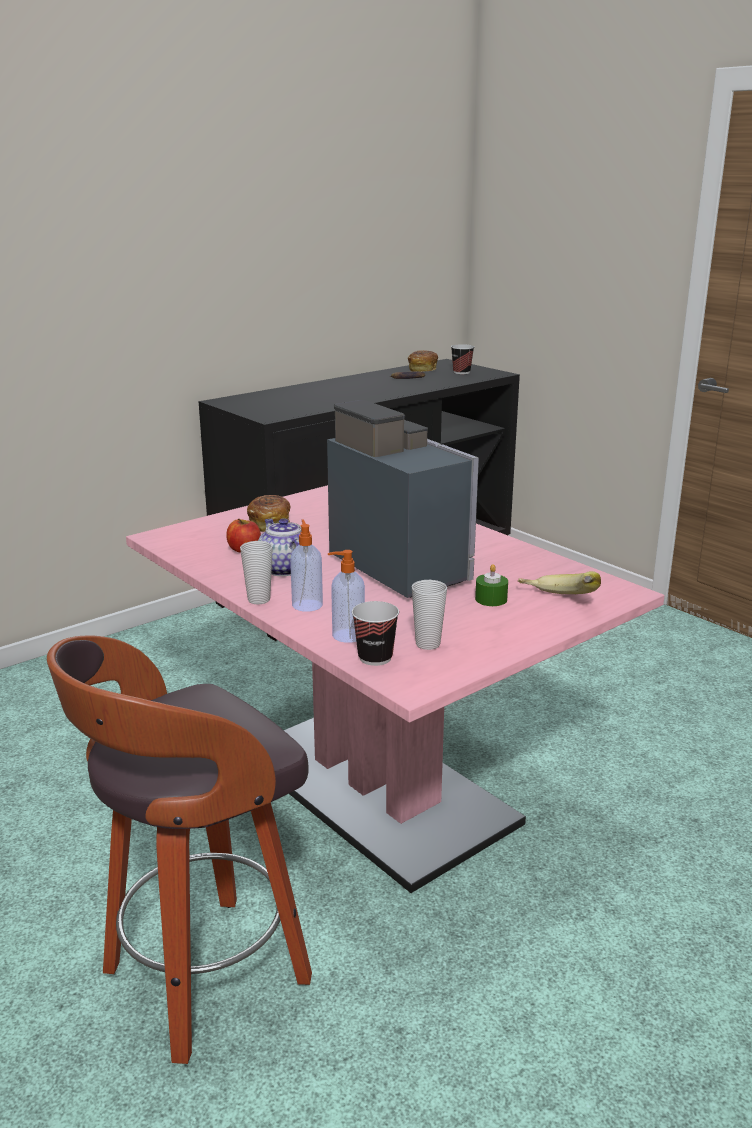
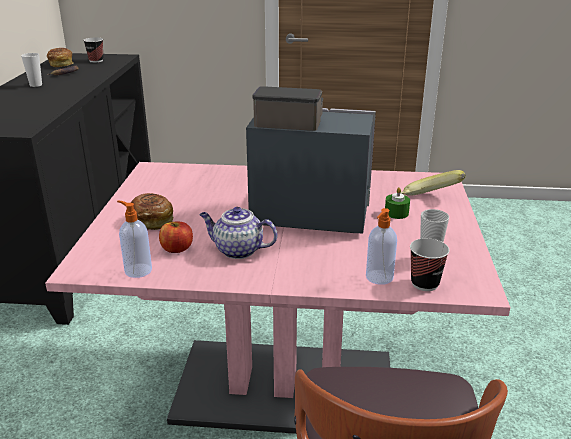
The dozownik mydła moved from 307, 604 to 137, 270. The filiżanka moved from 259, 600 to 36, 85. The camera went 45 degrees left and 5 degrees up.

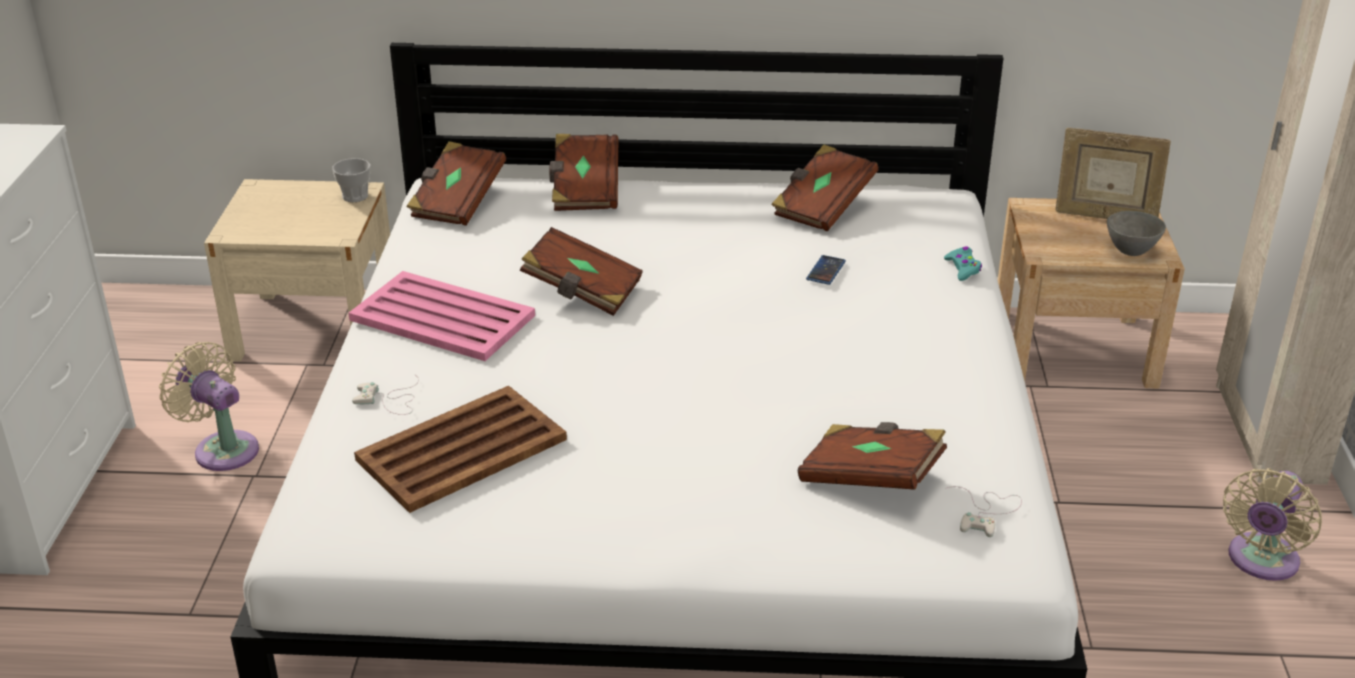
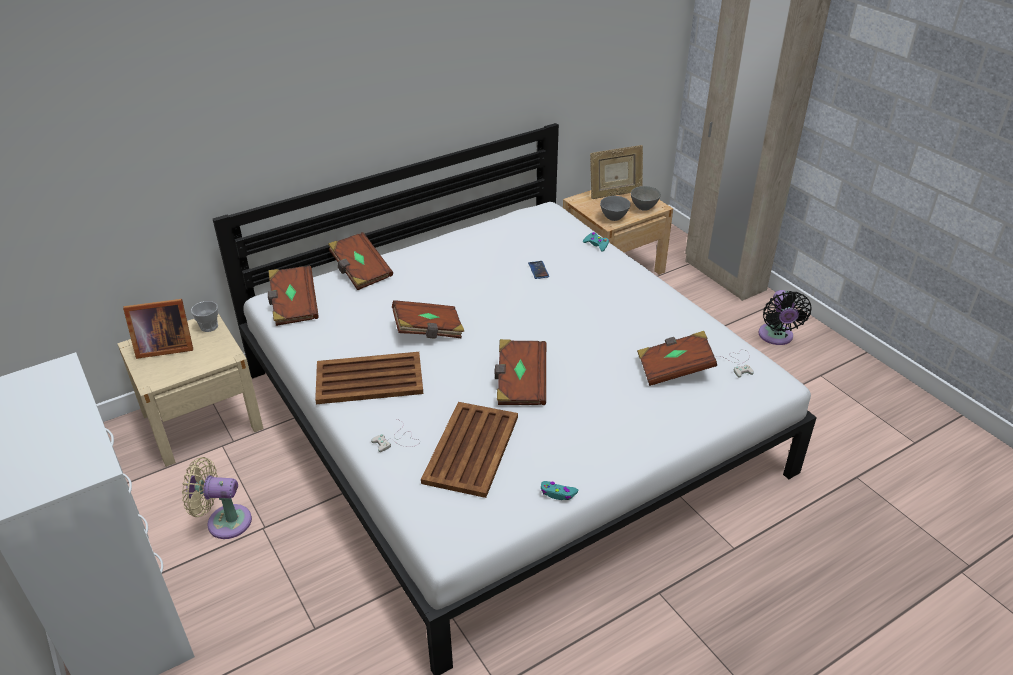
The książka [brązowy] moved from 822, 206 to 520, 384. The taca [różowy] at 441, 317 became the taca [brązowy] at 368, 379. The wentylator [beżowy] at 1260, 562 became the wentylator [czarny] at 776, 337. The miska [szary] at 614, 218 appeared. The ramka na zdjęcie at 163, 347 appeared. The pad do gier [turkusowy] at 558, 493 appeared. The camera went 35 degrees left and 5 degrees up.

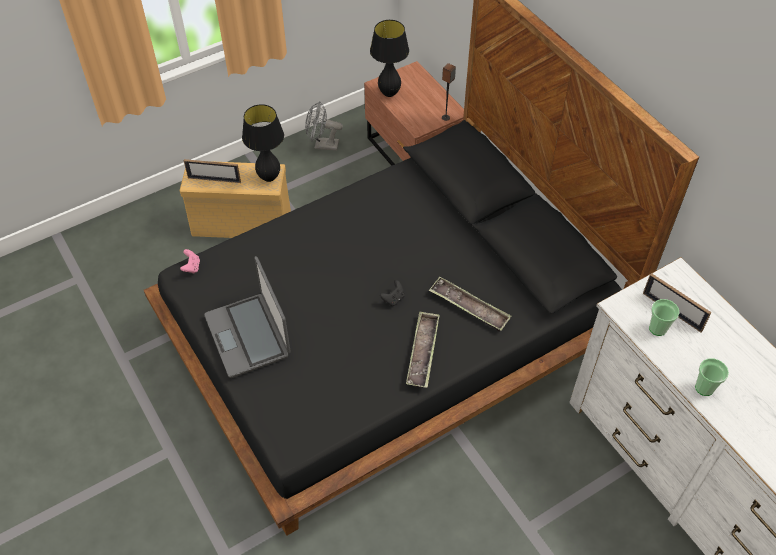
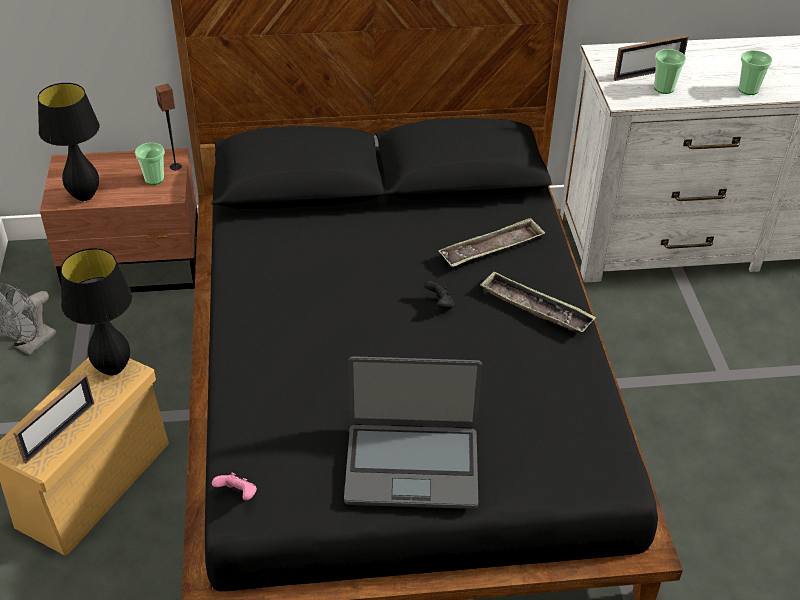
The filiżanka at 154, 179 appeared. The camera went 65 degrees left and 10 degrees down.

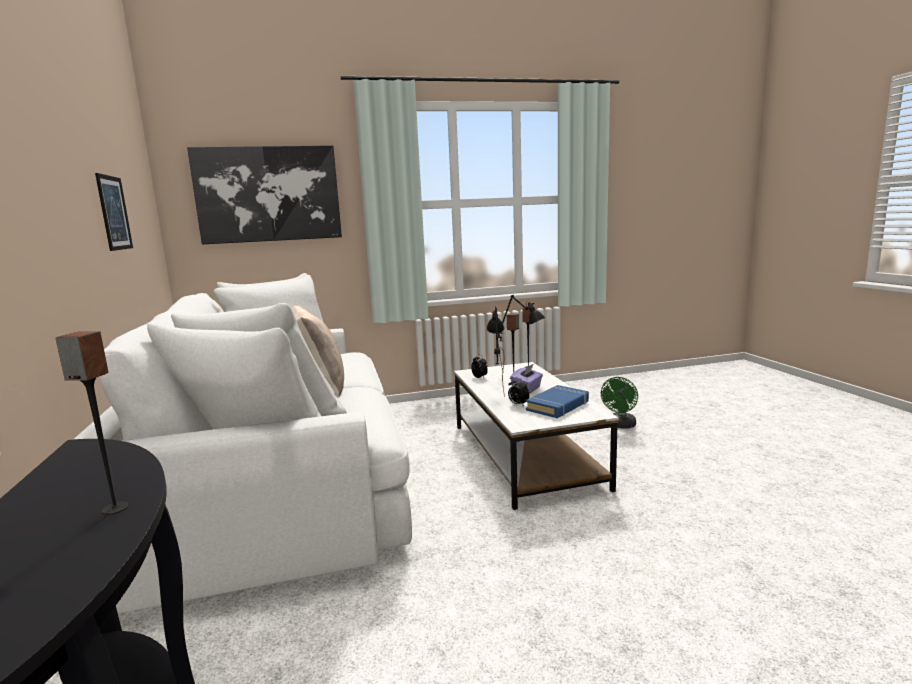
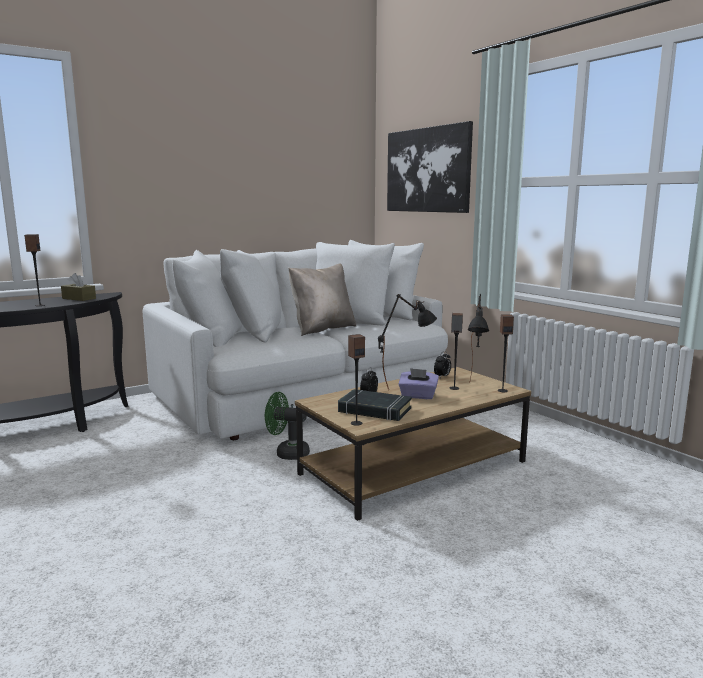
The obraz at 114, 213 disappeared. The ława [biały] at 524, 455 became the ława [brązowy] at 413, 467. The wentylator [zielony] moved from 620, 425 to 287, 453. The książka [niebieski] at 558, 406 became the książka [czarny] at 374, 410. The pudełko chusteczek [brązowy] at 79, 298 appeared. The głośnik at 356, 423 appeared. The camera went 70 degrees right and 0 degrees up.

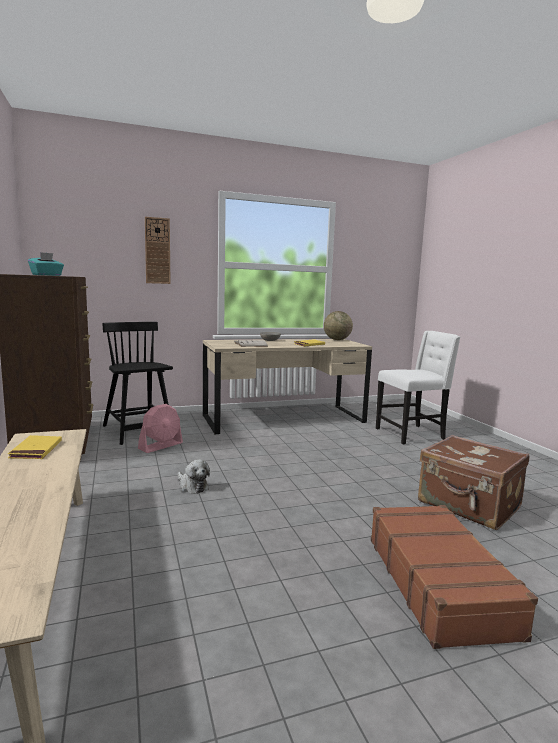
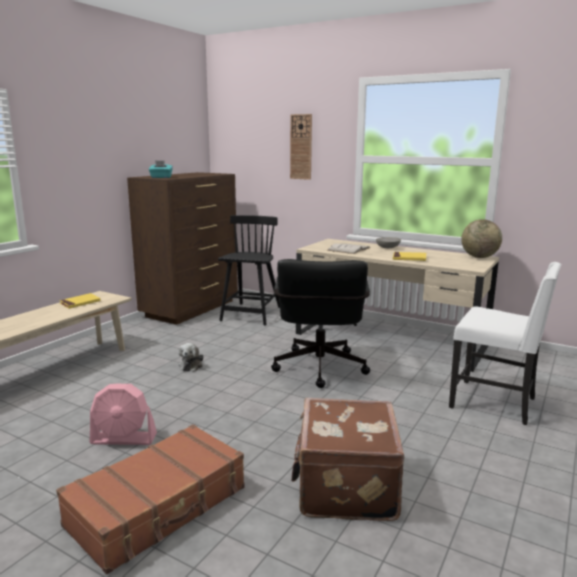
The wentylator [różowy] moved from 161, 446 to 124, 439. The krzesło biurowe [czarny] at 319, 371 appeared. The camera went 50 degrees right and 5 degrees up.

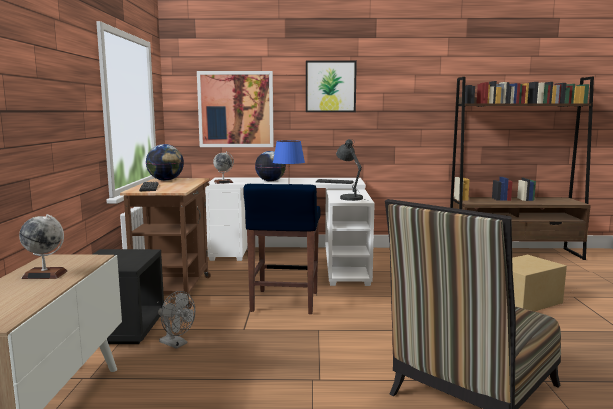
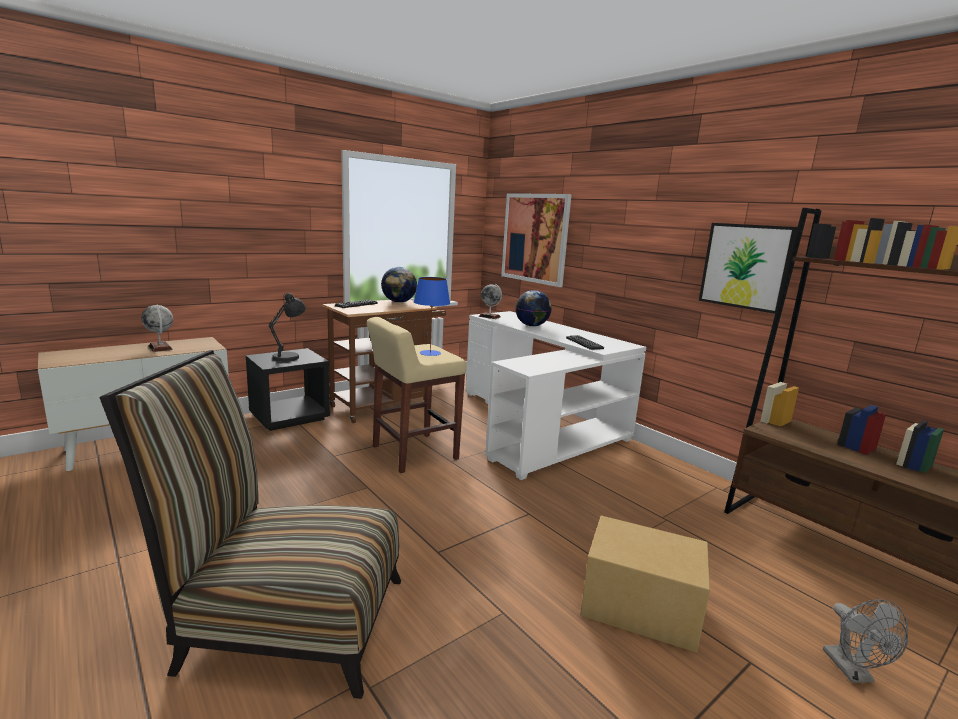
The obraz moved from 330, 86 to 746, 266. The lampa stołowa [szary] moved from 350, 198 to 288, 357. The stołek [niebieski] at 284, 302 became the stołek [beżowy] at 413, 453. The wentylator [szary] moved from 176, 344 to 853, 672. The camera went 50 degrees right and 5 degrees up.

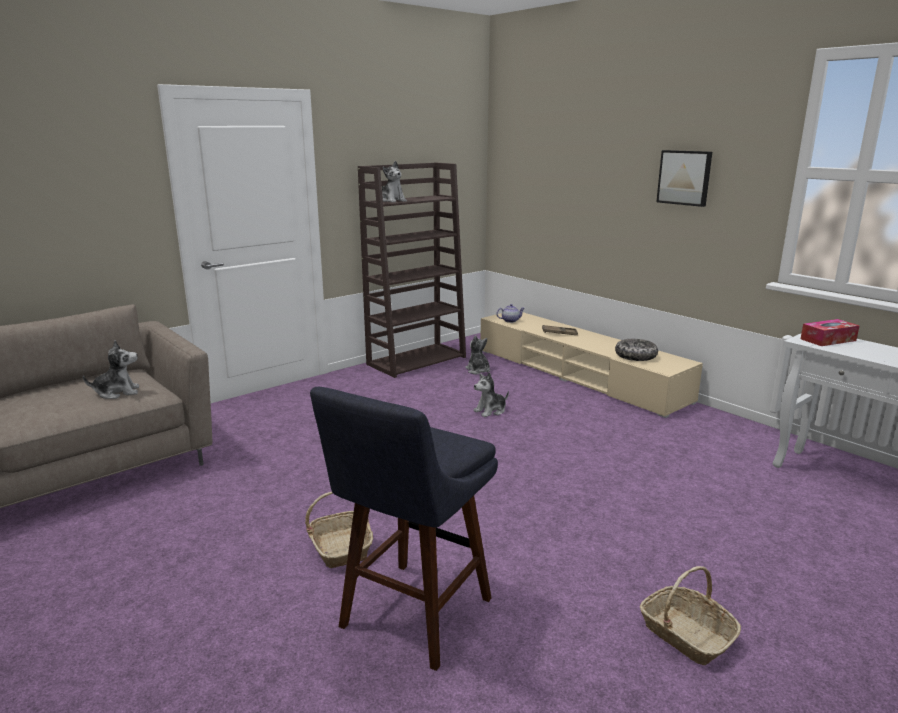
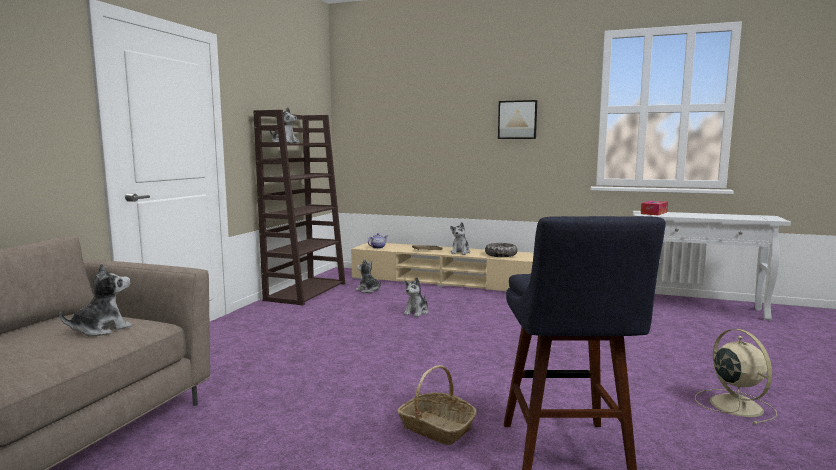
The koszyk at 685, 635 was replaced by the wentylator [beżowy] at 734, 404. The pluszak at 460, 252 appeared. The camera went 30 degrees left and 10 degrees down.

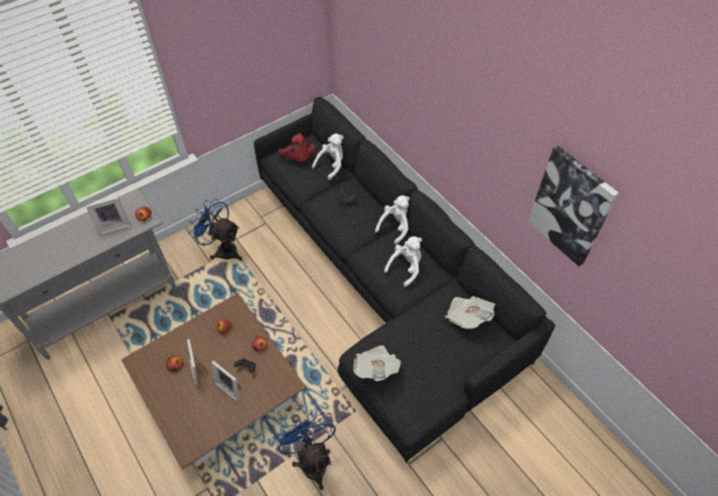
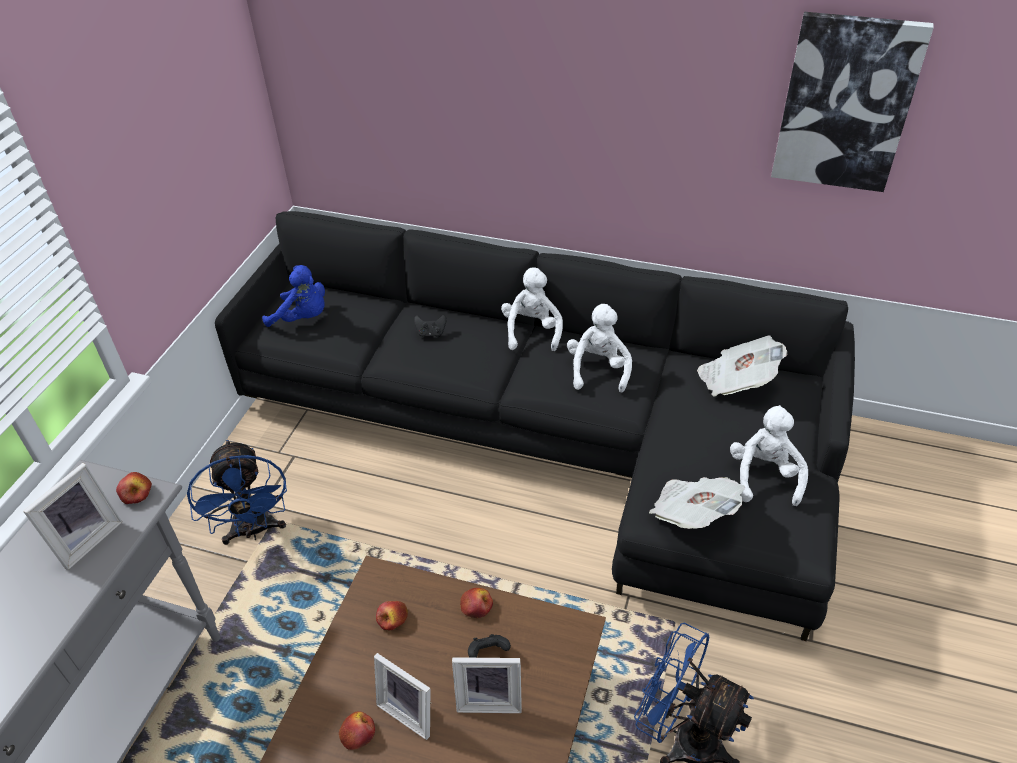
The pluszak [czerwony] at 298, 158 became the pluszak [niebieski] at 303, 318. The pluszak [biały] moved from 332, 165 to 764, 476. The wentylator [niebieski] at 223, 249 turned 105 degrees counterclockwise. The camera went 35 degrees left and 10 degrees down.

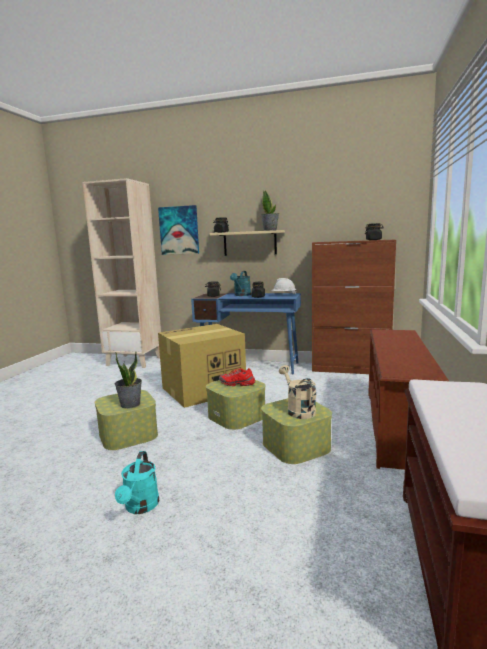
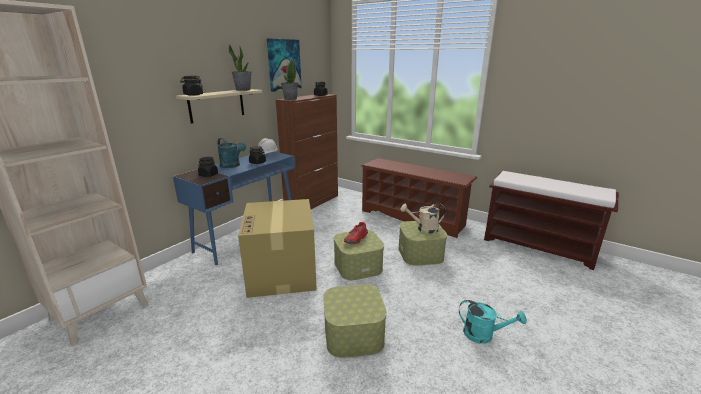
The obraz moved from 179, 230 to 284, 65. The roślina doniczkowa moved from 130, 404 to 290, 99. The camera went 70 degrees left and 10 degrees up.

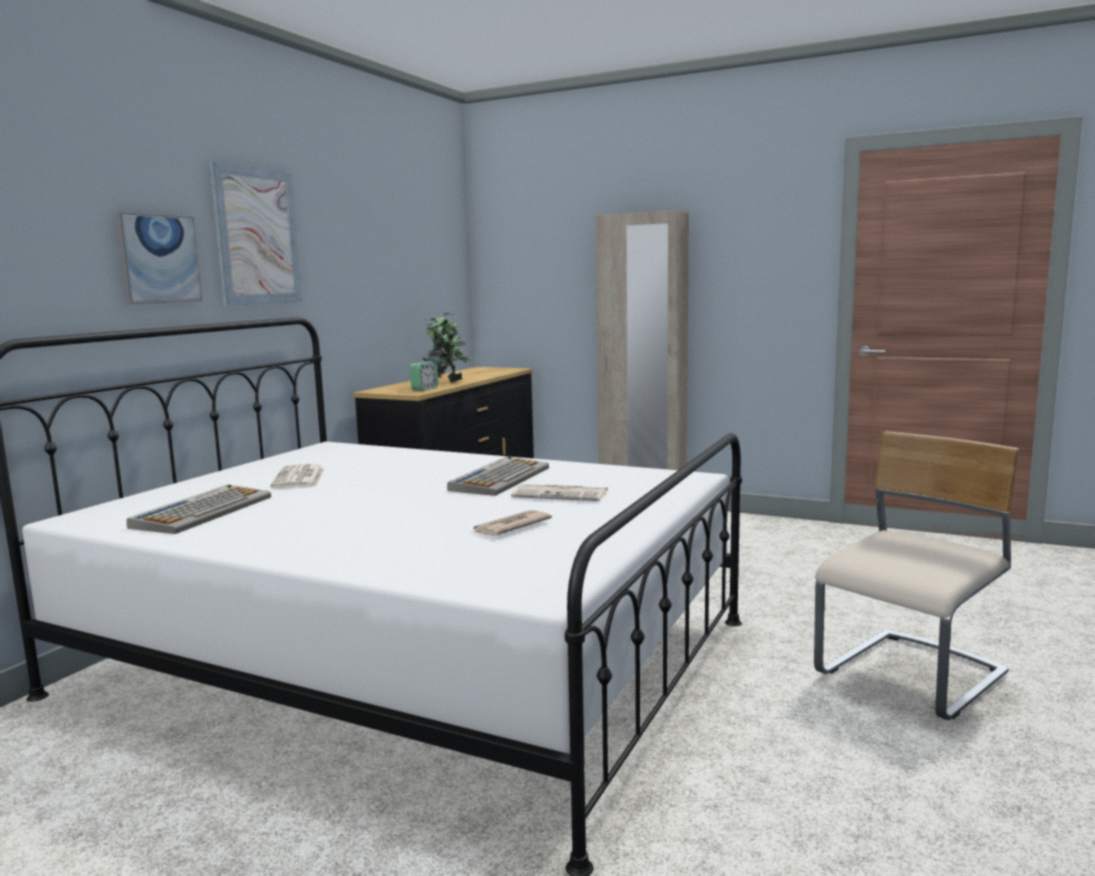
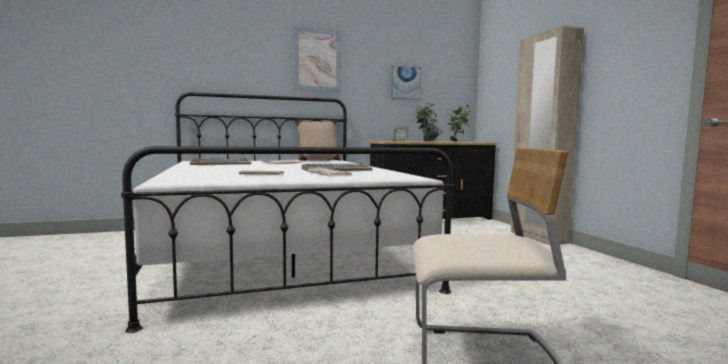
The obraz moved from 158, 259 to 405, 83. The roślina doniczkowa at 458, 141 appeared. The poduszka [beżowy] at 317, 160 appeared. The camera went 45 degrees right and 5 degrees down.

